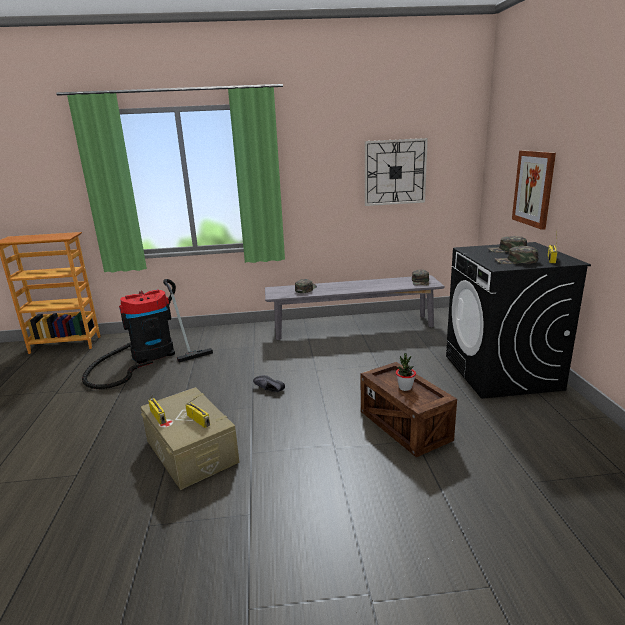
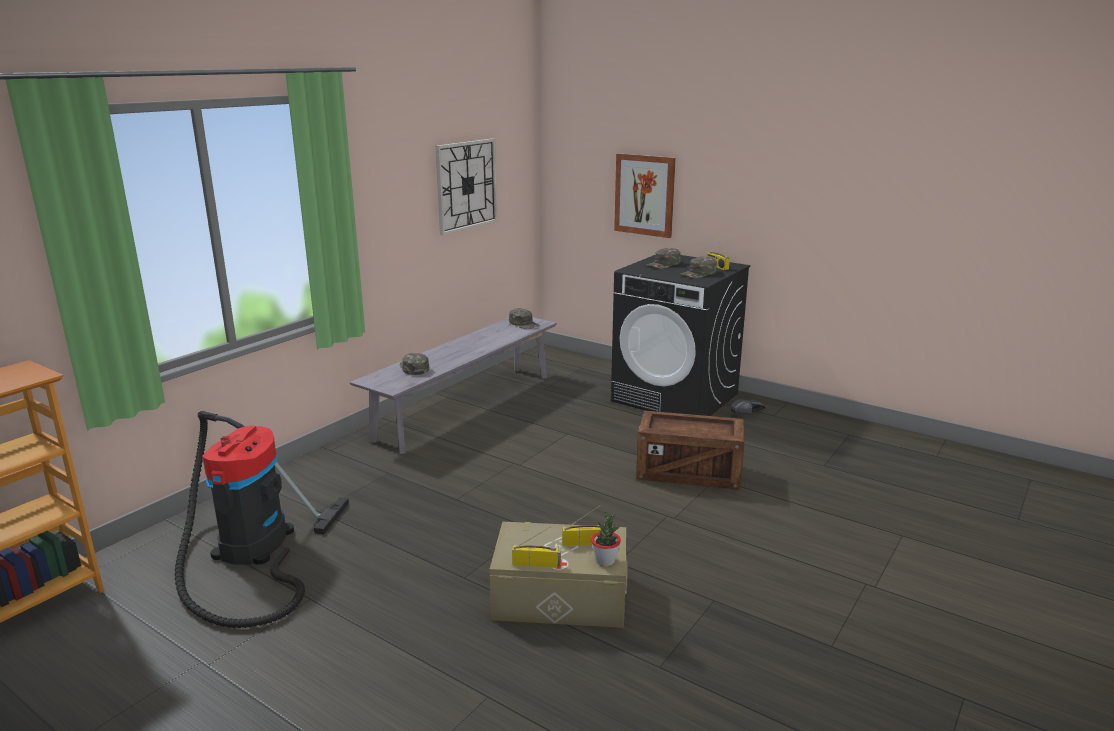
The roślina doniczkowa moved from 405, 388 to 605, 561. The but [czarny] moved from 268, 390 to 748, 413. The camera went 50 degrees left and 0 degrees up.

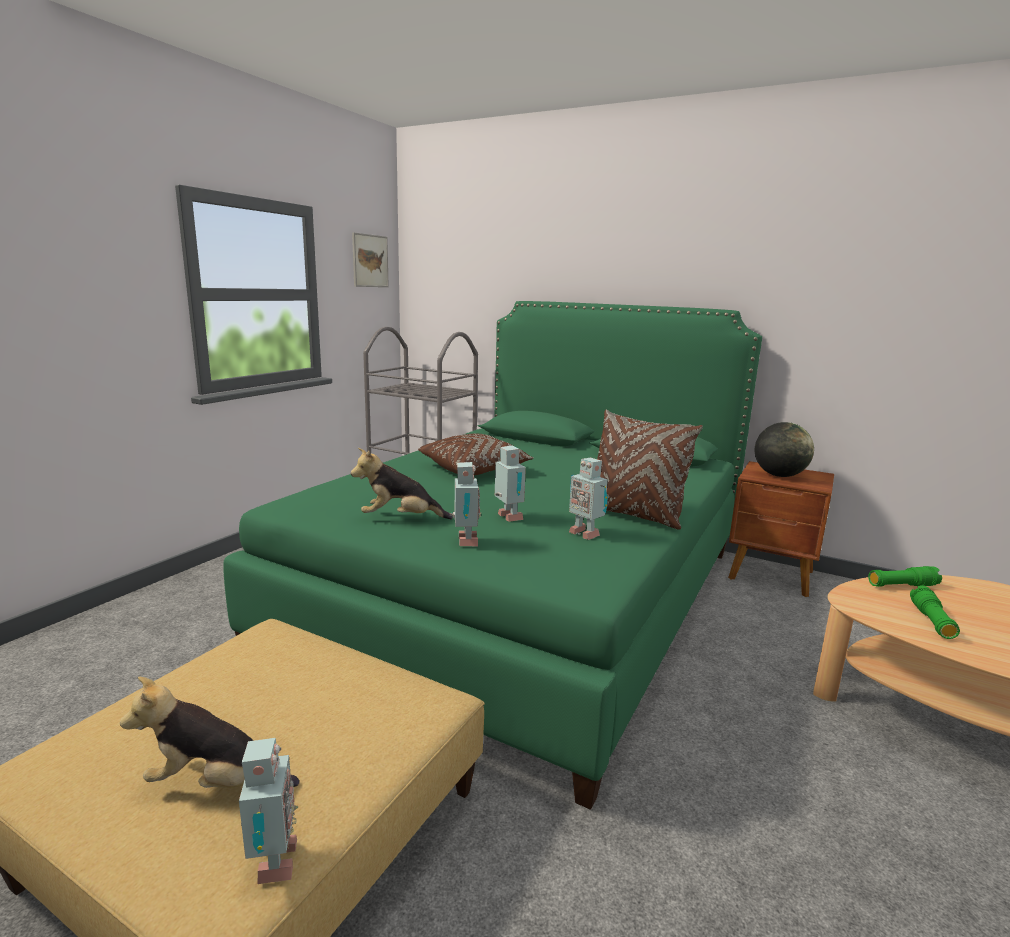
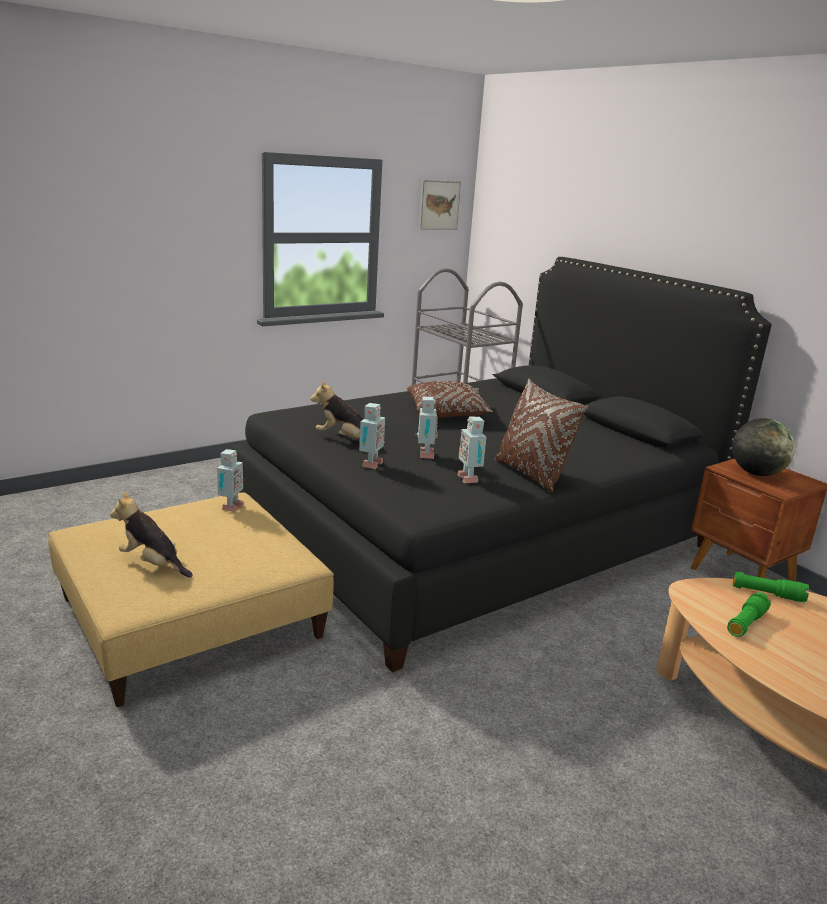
The łóżko [zielony] at 526, 595 became the łóżko [czarny] at 477, 533. The robot zabawkowy moved from 272, 864 to 230, 507. The camera went 25 degrees right and 5 degrees up.

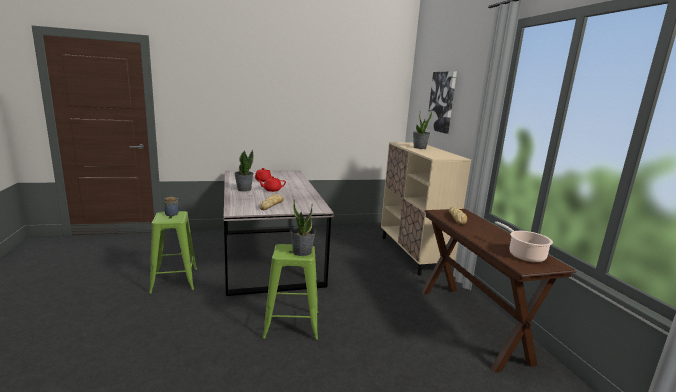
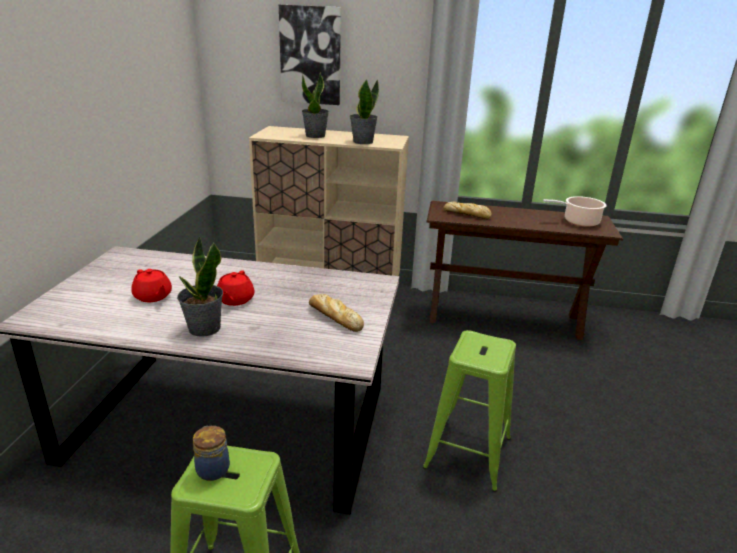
The roślina doniczkowa moved from 302, 252 to 362, 142. The camera went 65 degrees left and 10 degrees up.

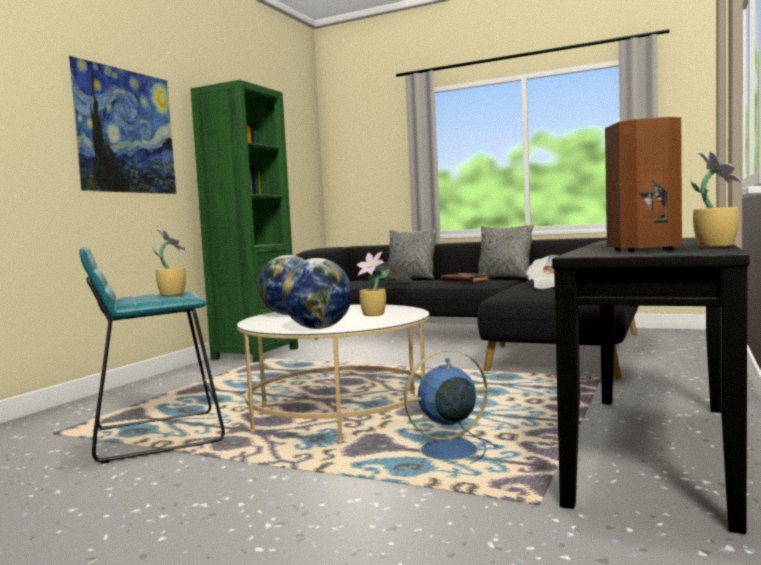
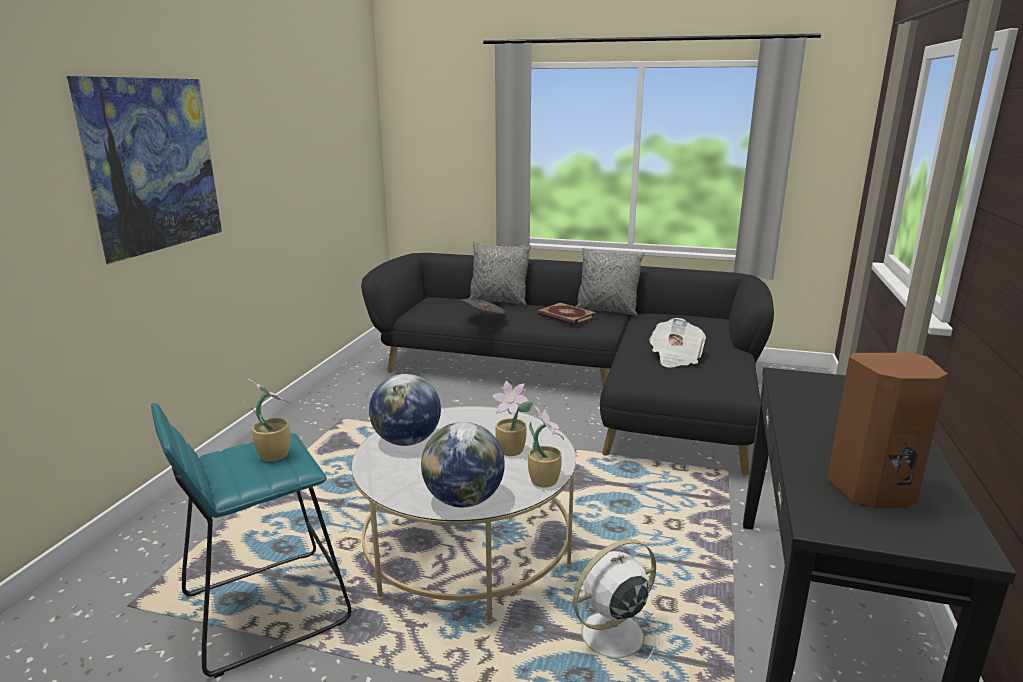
The regał [zielony] at 255, 354 disappeared. The roślina doniczkowa moved from 715, 246 to 544, 480. The wentylator [niebieski] at 446, 451 became the wentylator [biały] at 610, 636. The camera went 10 degrees left and 15 degrees up.

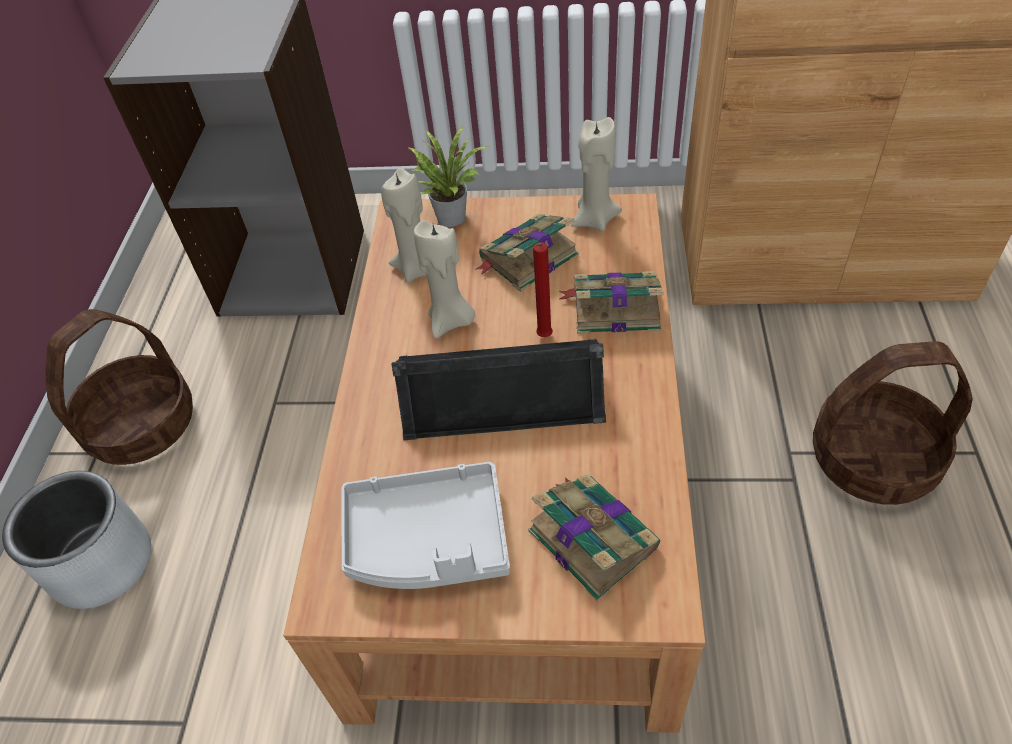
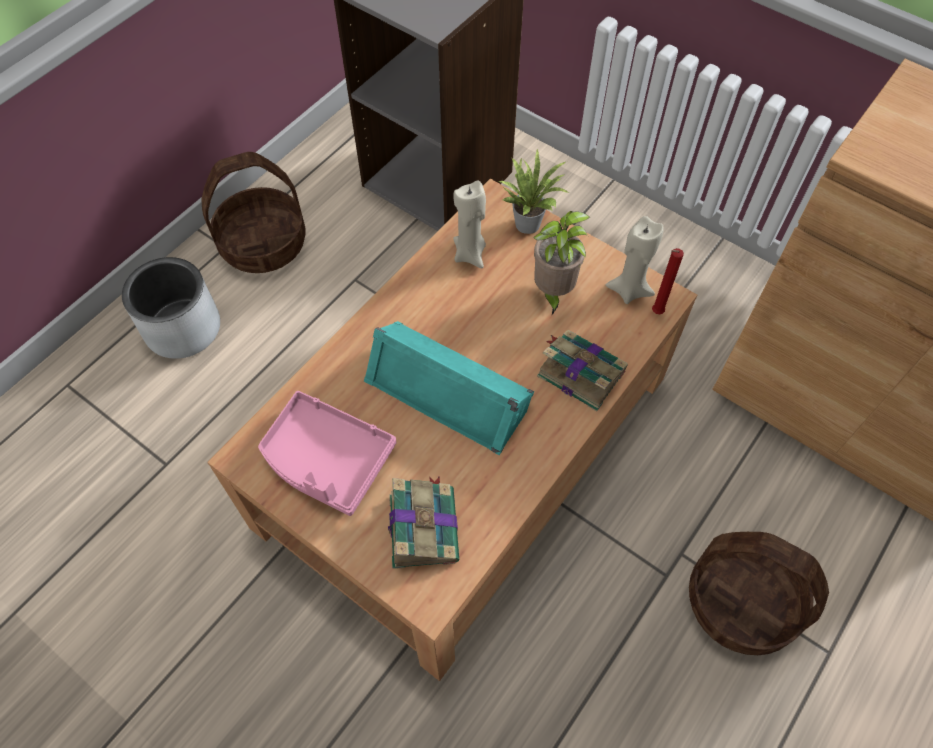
The książka at 527, 258 was replaced by the roślina doniczkowa at 553, 292. The świeca [beżowy] at 451, 321 disappeared. The świeca [czerwony] moved from 543, 338 to 655, 313. The głośnik [czarny] at 502, 395 became the głośnik [turkusowy] at 449, 390. The taca [szary] at 428, 540 became the taca [różowy] at 327, 459. The camera went 30 degrees right and 10 degrees up.

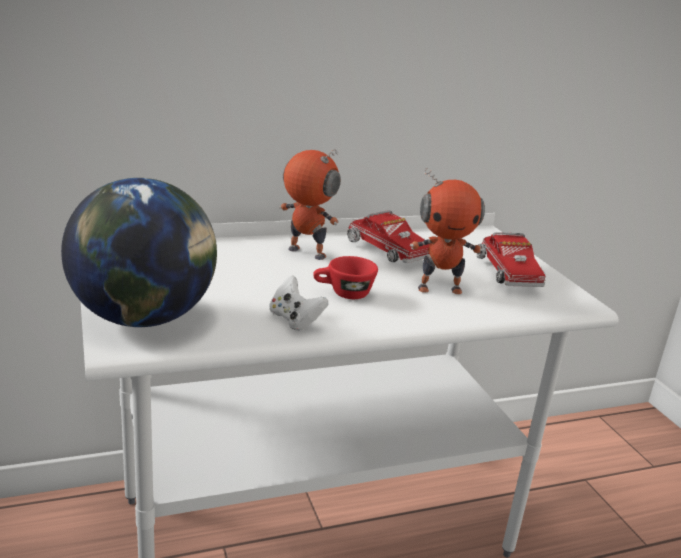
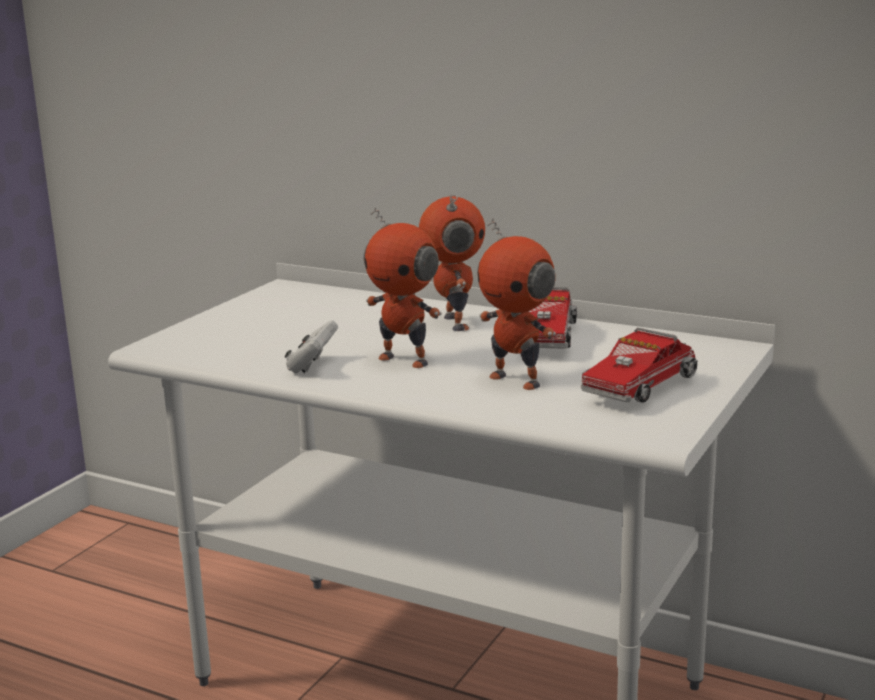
The globus at 144, 318 disappeared. The filiżanka [czerwony] at 343, 294 was replaced by the robot zabawkowy at 405, 360. The camera went 50 degrees right and 5 degrees down.

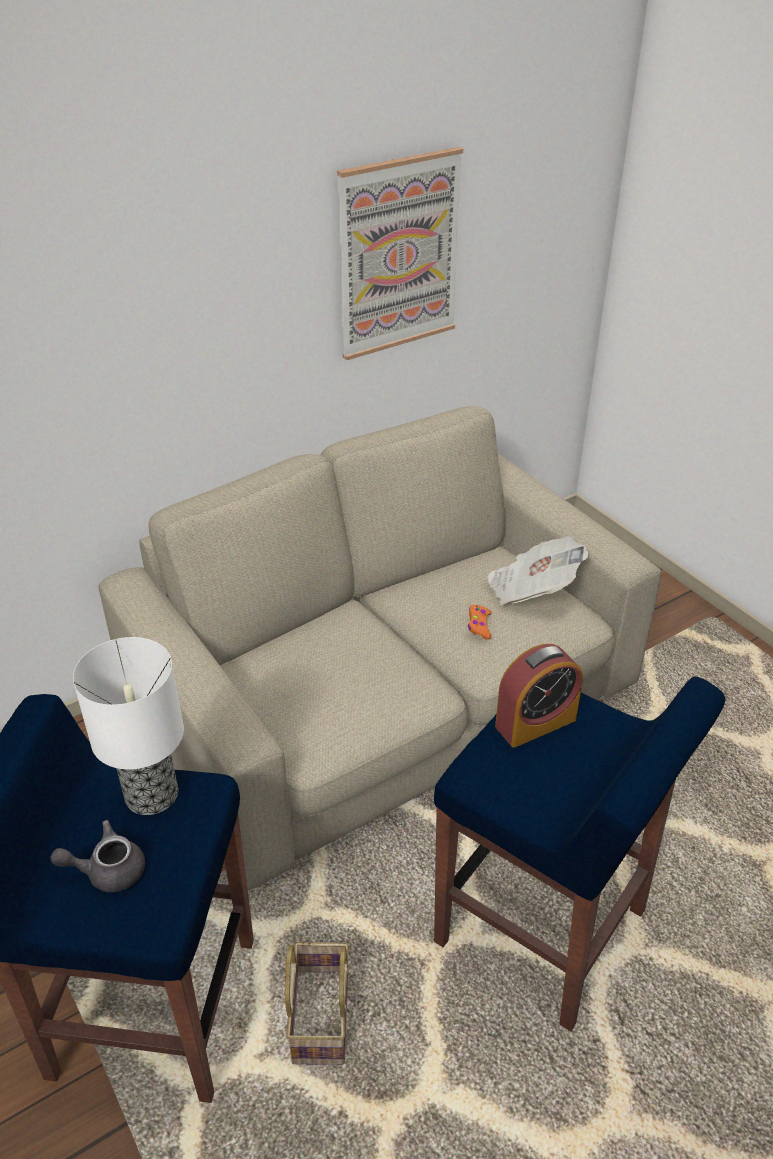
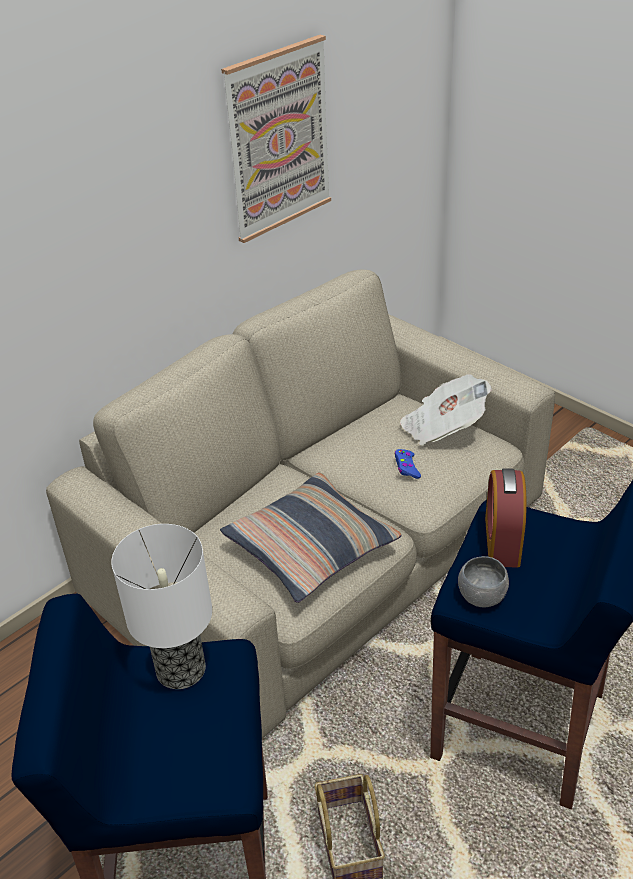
The pad do gier [pomarańczowy] at 479, 625 became the pad do gier [niebieski] at 406, 467. The budzik at 535, 723 turned 135 degrees clockwise. The imbryk [szary] at 107, 871 disappeared. The poduszka at 310, 547 appeared. The miska [szary] at 481, 596 appeared. The camera went 10 degrees left and 0 degrees up.

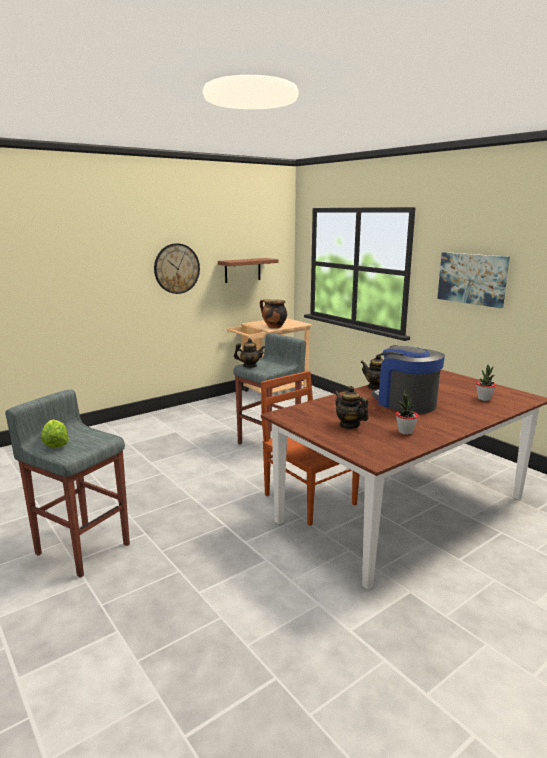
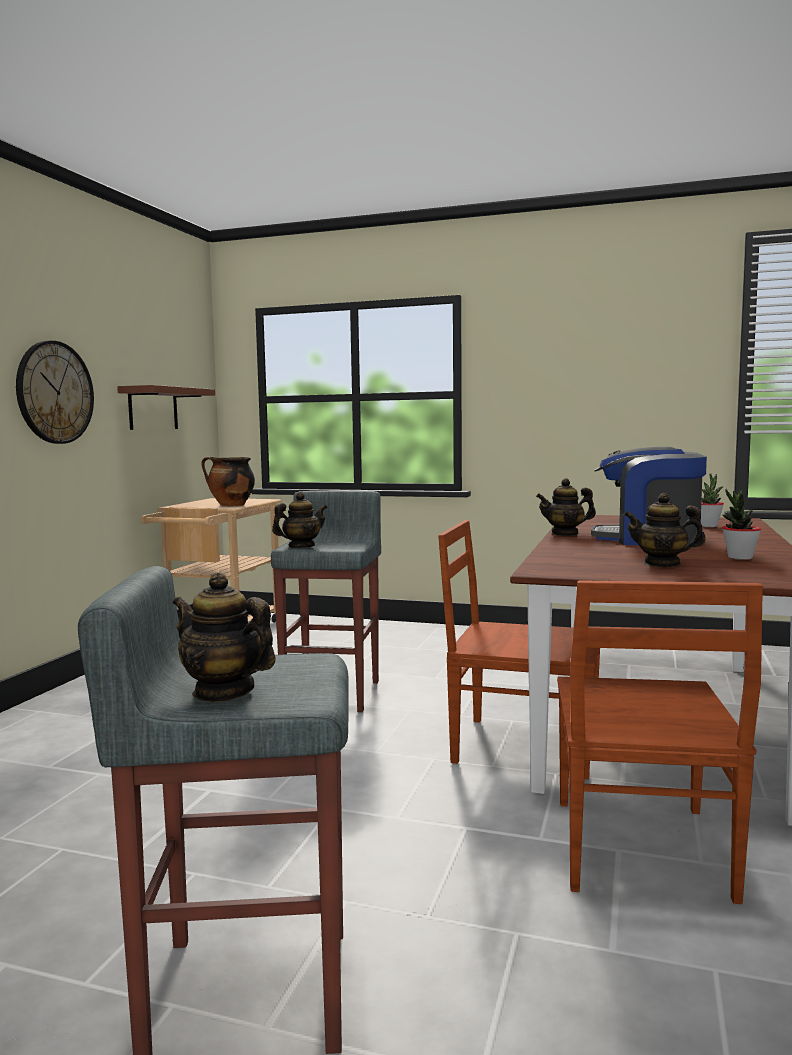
The obraz at 472, 278 disappeared. The sałata at 55, 444 was replaced by the imbryk at 223, 692. The krzesło [brązowy] at 640, 850 appeared. The camera went 35 degrees left and 10 degrees down.

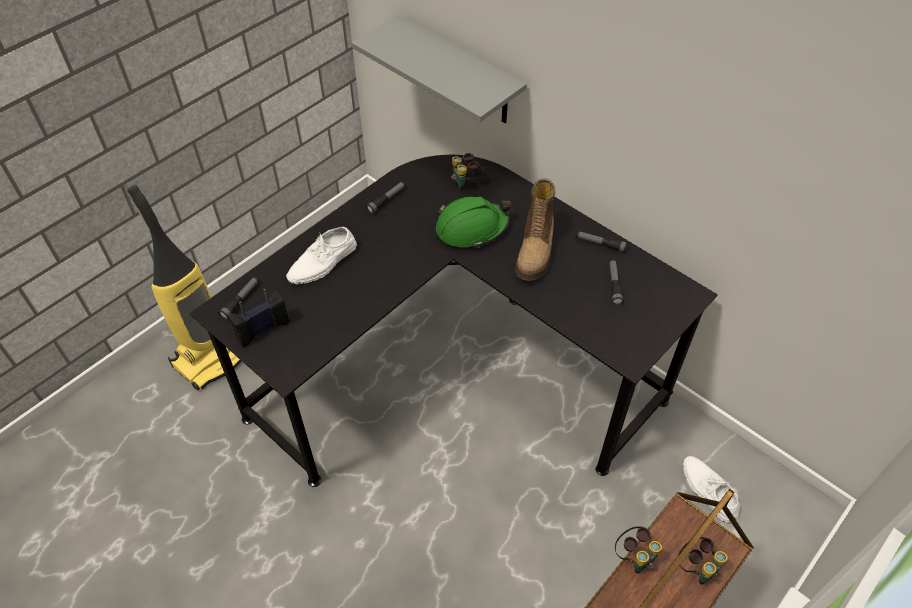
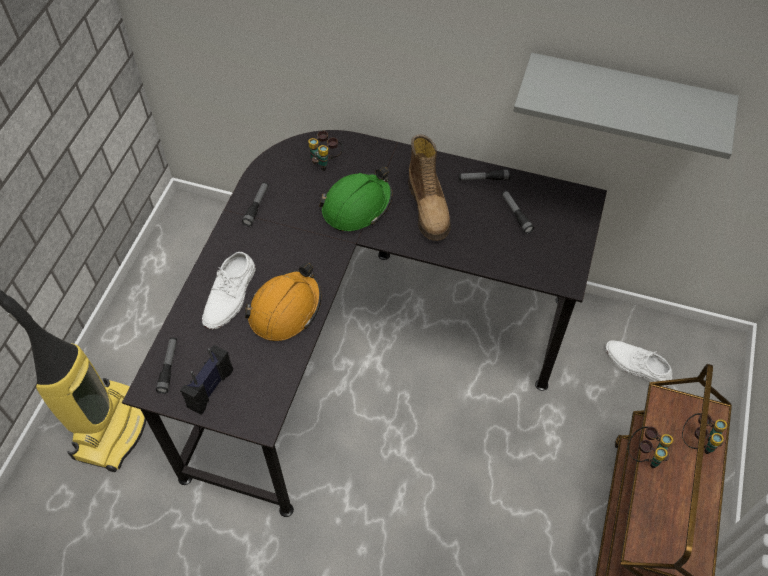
The półka [szary] moved from 459, 72 to 625, 99. The kask [pomarańczowy] at 285, 309 appeared. The camera went 25 degrees left and 5 degrees up.

